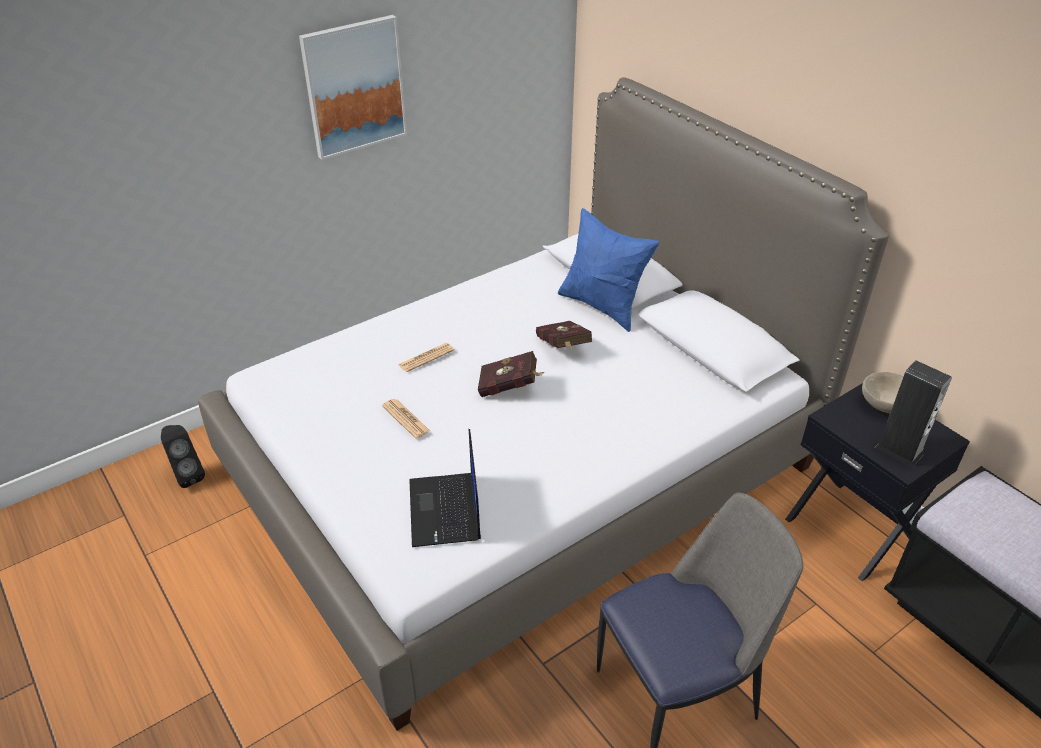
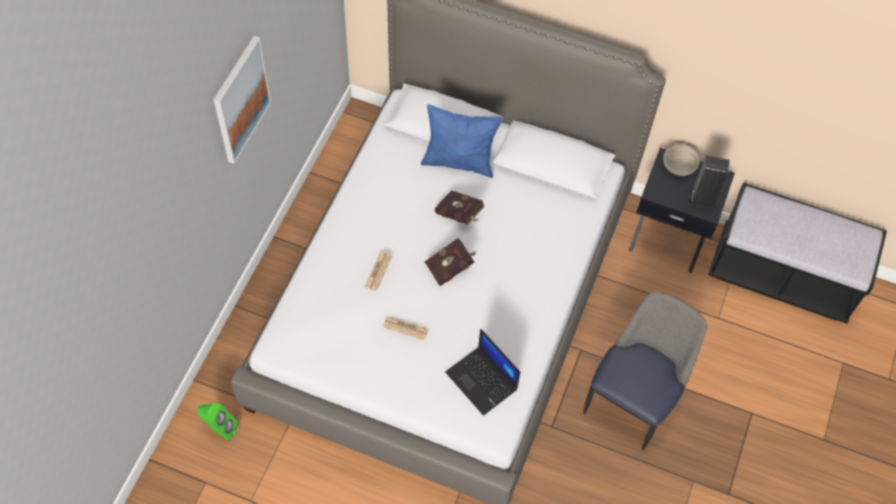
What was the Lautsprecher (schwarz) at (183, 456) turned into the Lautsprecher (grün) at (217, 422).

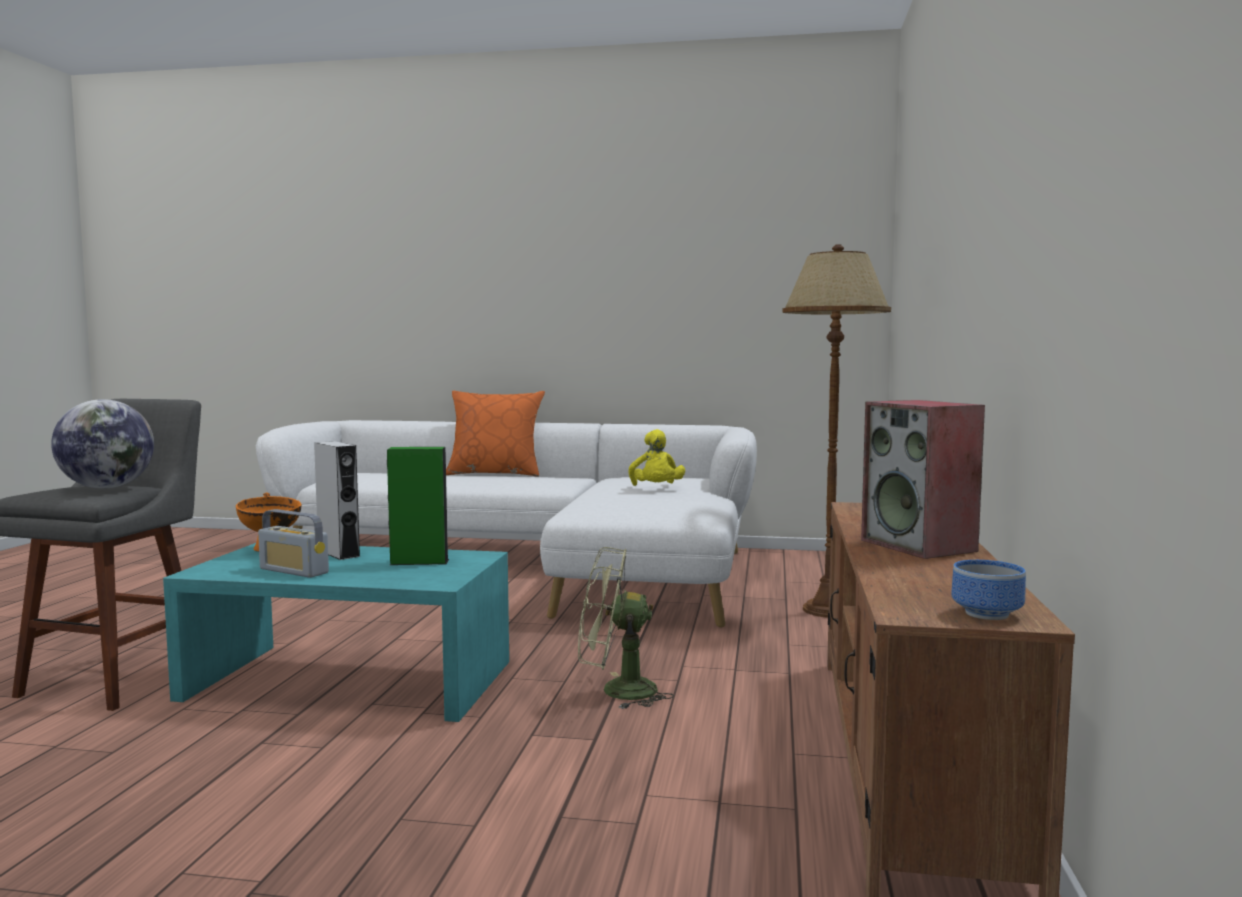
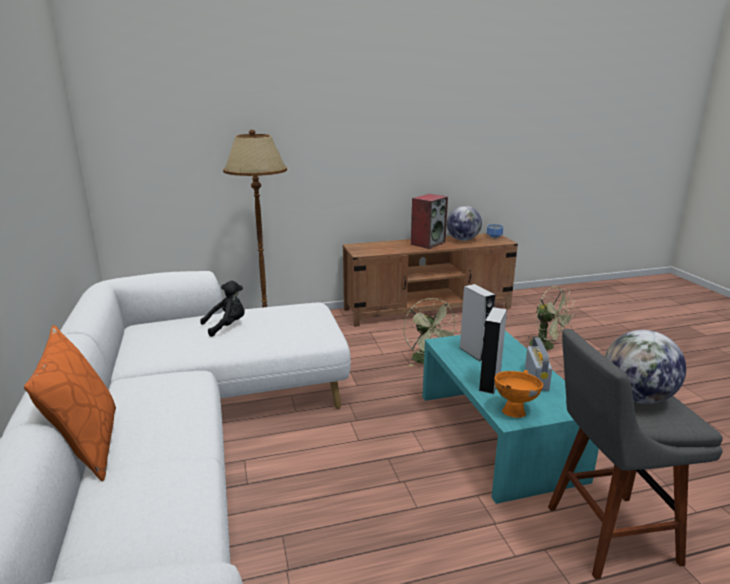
What was the Plüschtier (gelb) at (656, 457) turned into the Plüschtier (schwarz) at (222, 309).
What was the Lautsprecher (grün) at (418, 506) turned into the Lautsprecher (grau) at (478, 322).
The second view gained the Globus at (464, 223).
The second view gained the Ventilator (grün) at (552, 318).

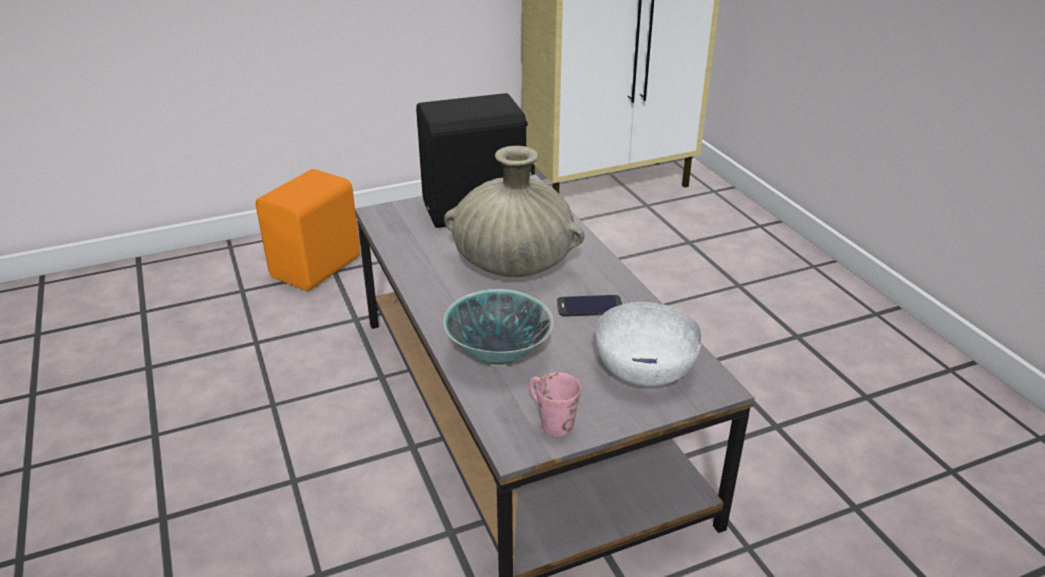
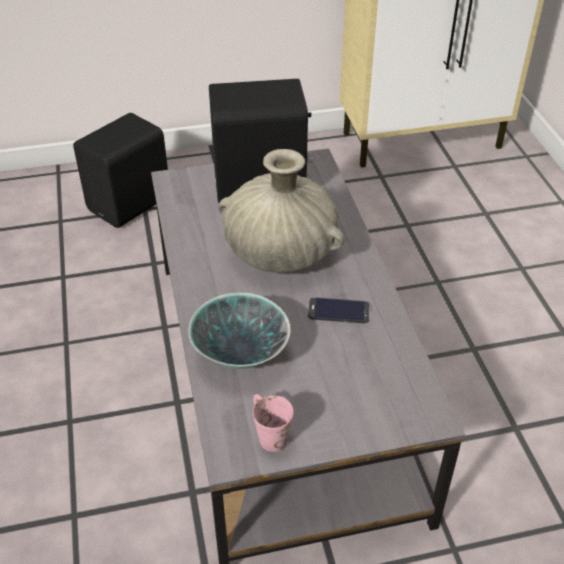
What was the Lautsprecher (orange) at (308, 230) turned into the Lautsprecher (schwarz) at (120, 170).
The second view lost the Schüssel (weiß) at (648, 344).

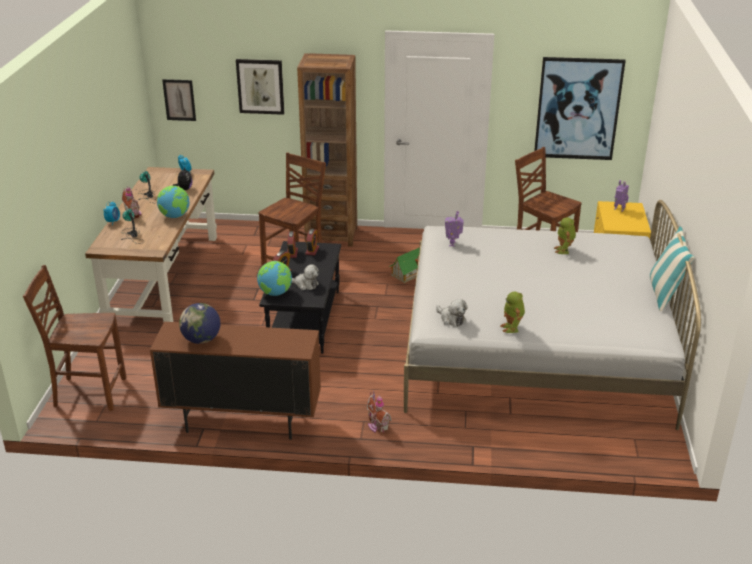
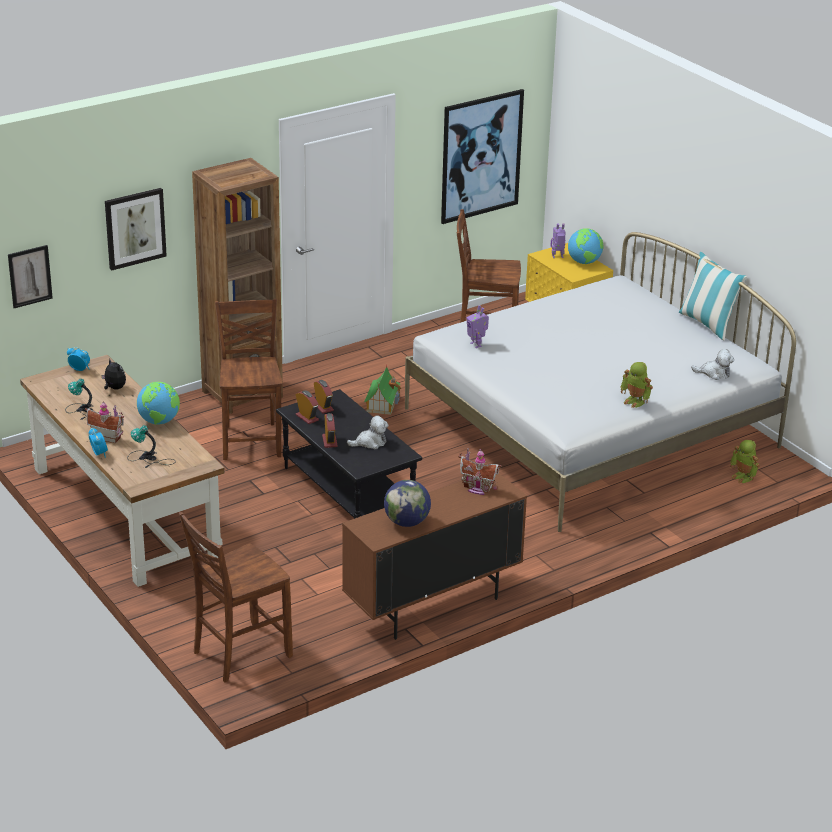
The Spielzeugroboter ended up elsewhere, having gone from (565, 235) to (745, 461).
The Globus ended up elsewhere, having gone from (274, 278) to (585, 246).
The Plüschtier ended up elsewhere, having gone from (452, 313) to (712, 364).
The Spielzeughaus ended up elsewhere, having gone from (379, 412) to (480, 472).

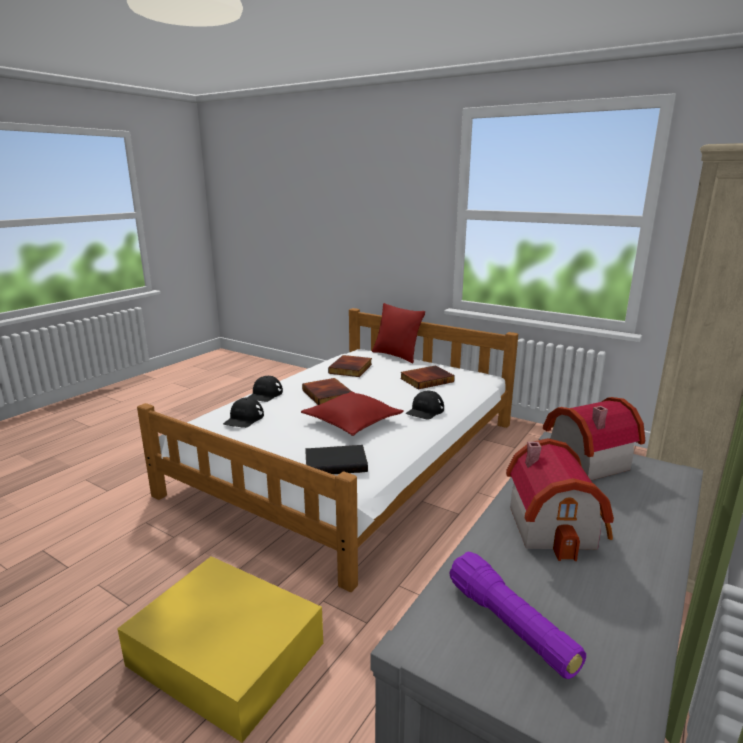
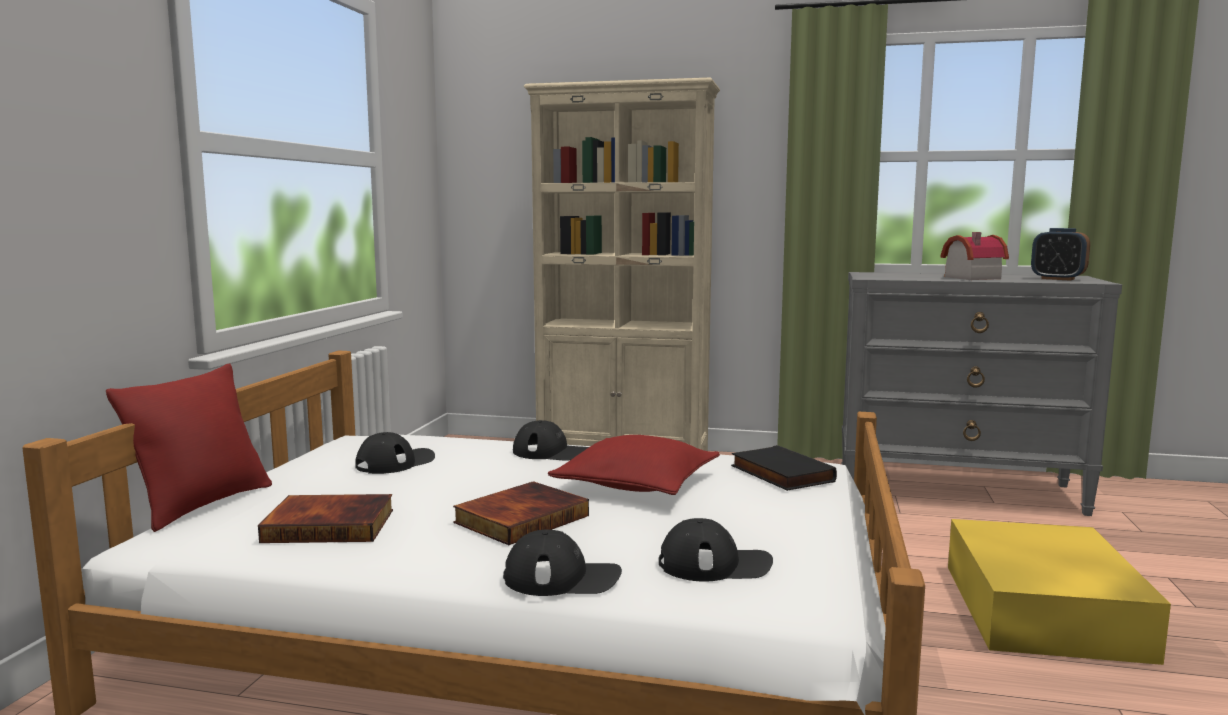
Where the Buch stood at (427, 377), the Kappe (schwarz) came to stand at (395, 453).
The second view lost the Spielzeughaus at (594, 438).
Where the Taschenlampe (lila) stood at (517, 615), the Wecker came to stand at (1060, 254).

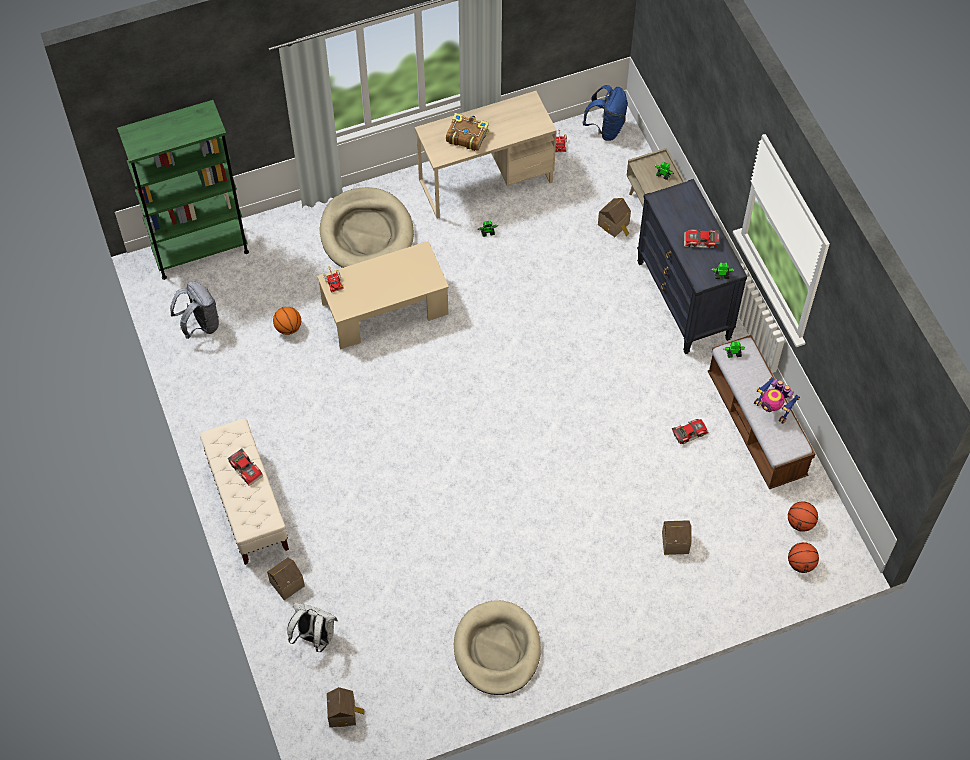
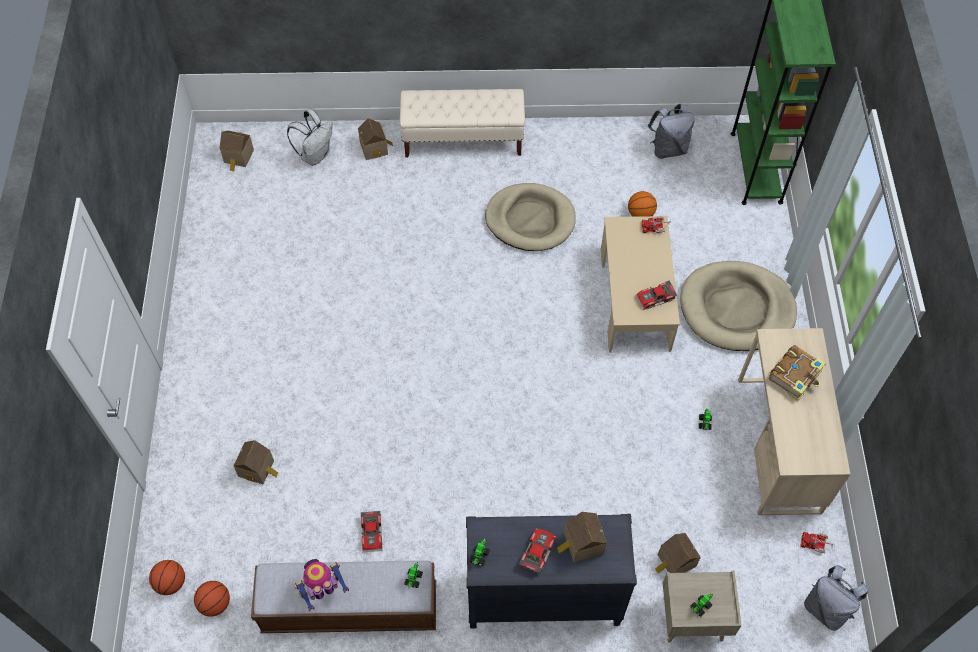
What was the Rucksack (blau) at (605, 113) turned into the Rucksack (grau) at (836, 598).
The Spielzeugauto ended up elsewhere, having gone from (245, 467) to (656, 295).
The Hundebett (beige) ended up elsewhere, having gone from (497, 647) to (530, 217).
The second view gained the Spielzeughaus at (582, 537).

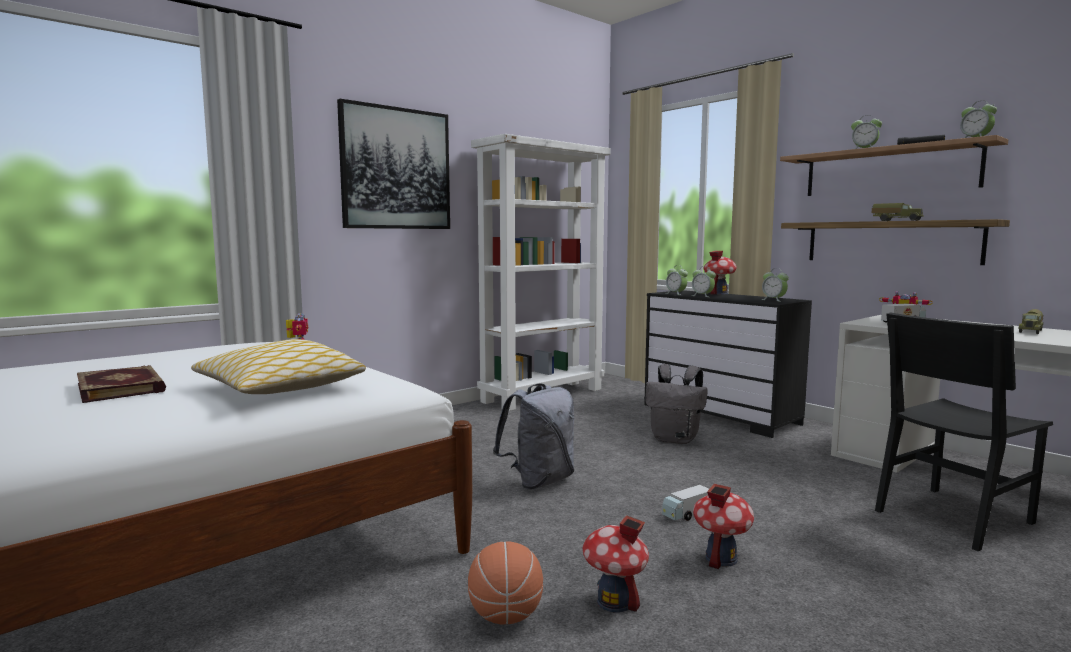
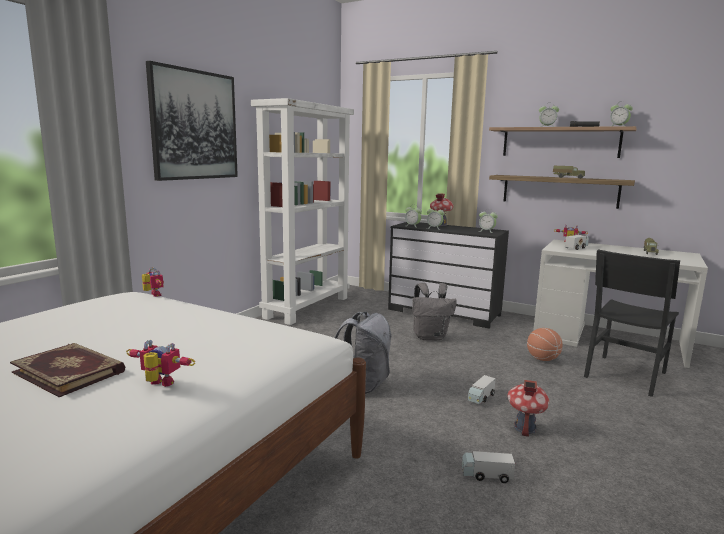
The second view lost the Kissen at (278, 366).
Where the Spielzeughaus stood at (616, 564), the Spielzeuglaster came to stand at (488, 467).
The Basketball ended up elsewhere, having gone from (505, 582) to (545, 344).
The second view gained the Spielzeugroboter at (160, 363).

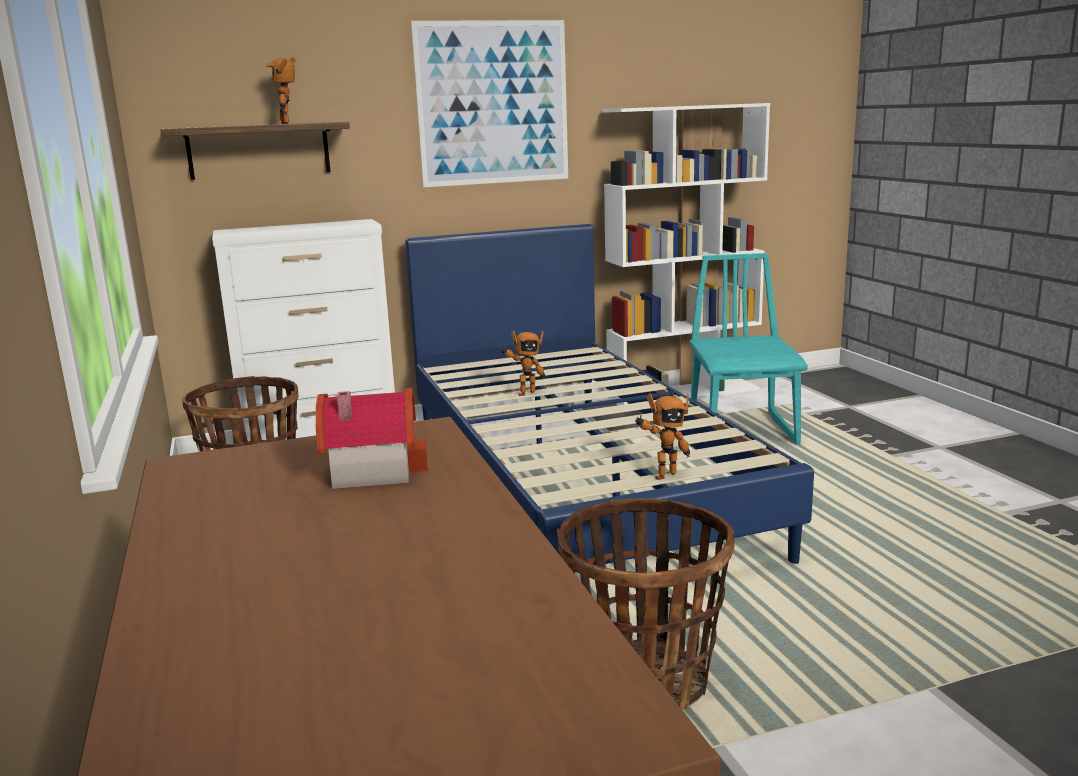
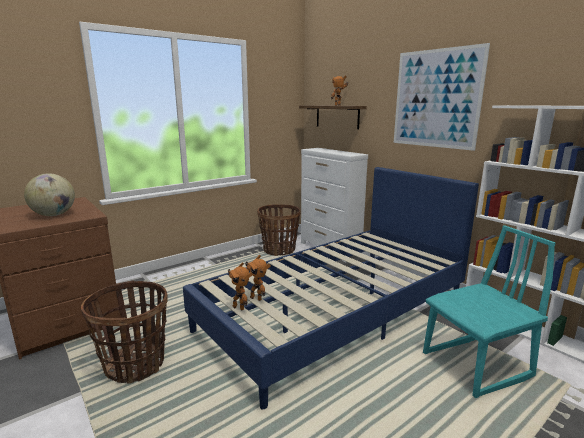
The Spielzeugroboter ended up elsewhere, having gone from (523, 363) to (258, 278).
Where the Spielzeughaus stood at (371, 438), the Globus came to stand at (49, 194).

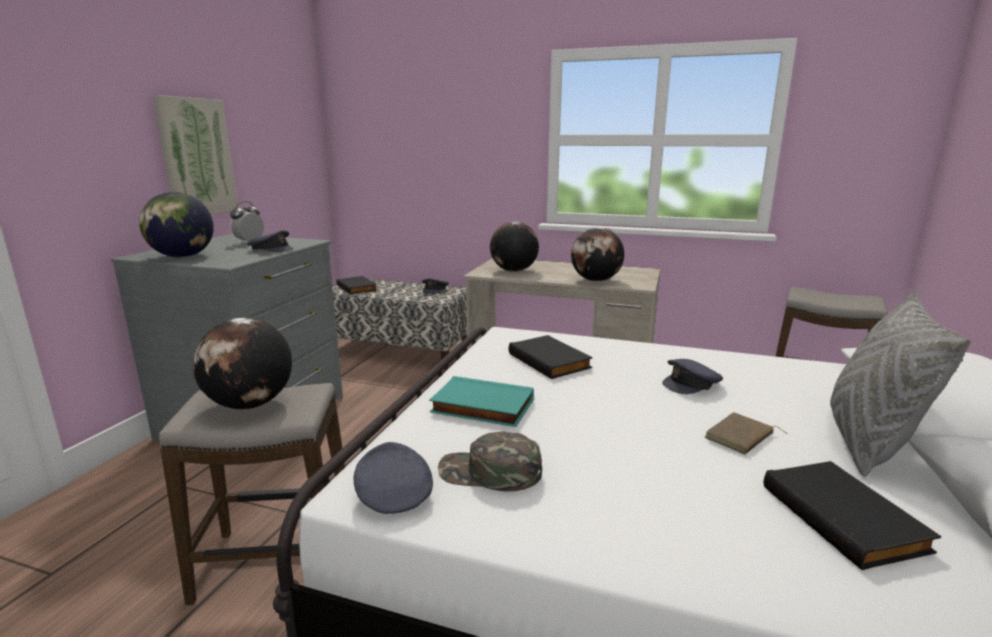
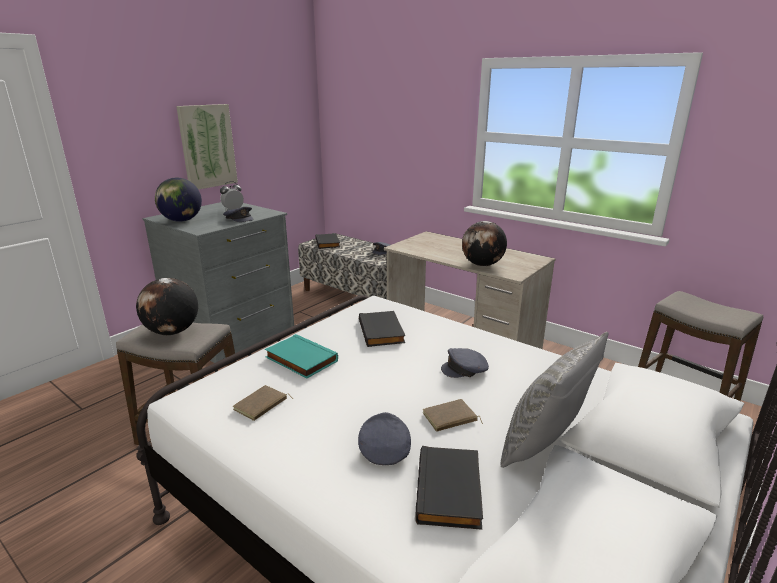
The second view lost the Globus at (514, 247).
Where the Kappe (grün) stood at (490, 461), the Buch (braun) came to stand at (263, 403).
The Kappe (grau) ended up elsewhere, having gone from (393, 478) to (384, 438).

